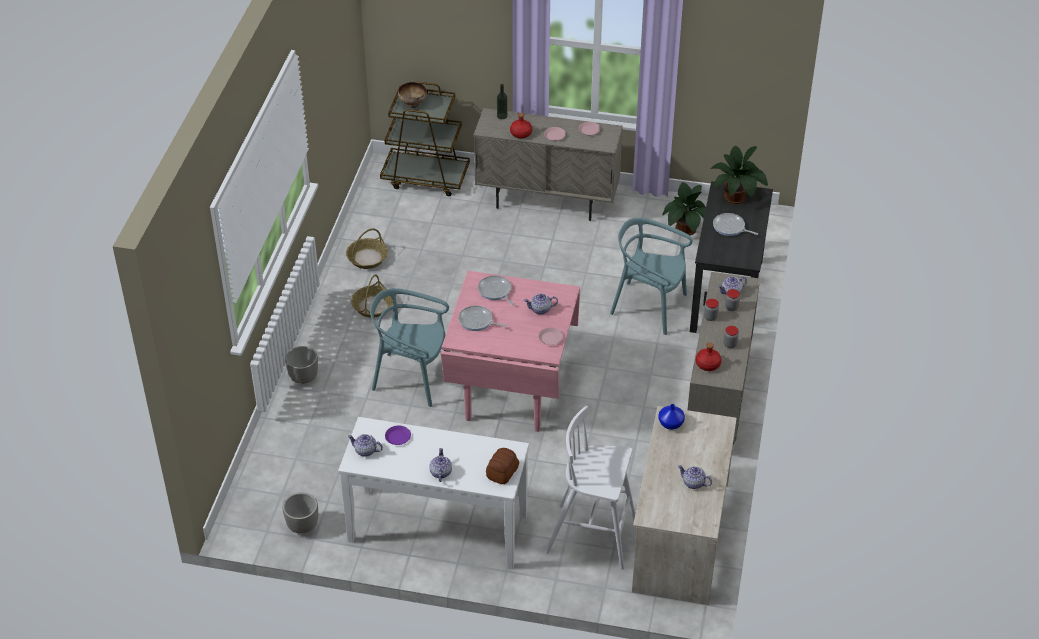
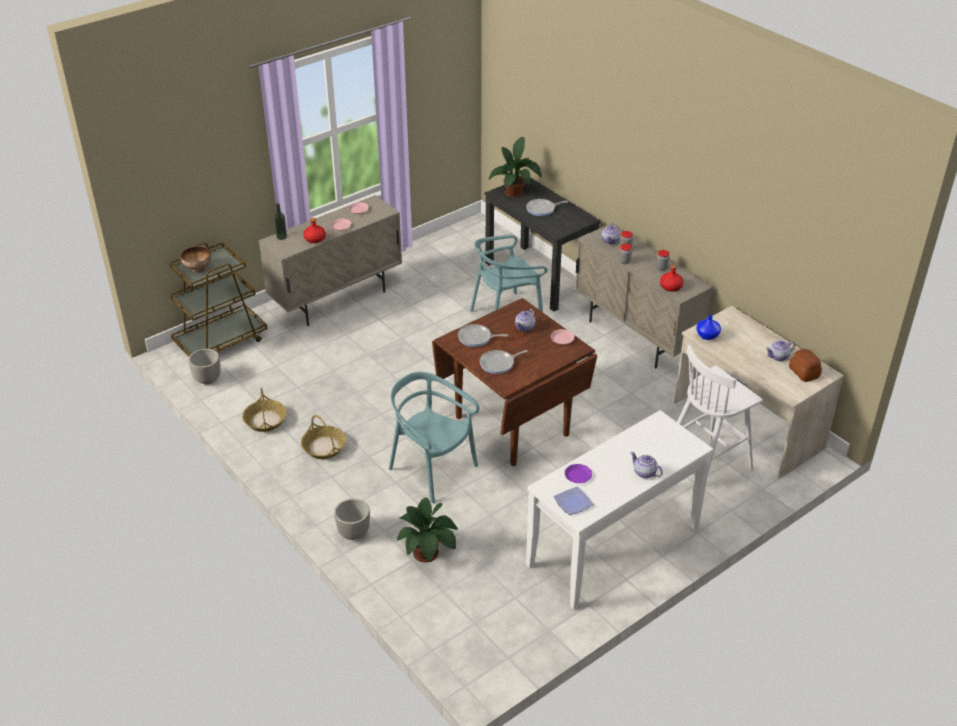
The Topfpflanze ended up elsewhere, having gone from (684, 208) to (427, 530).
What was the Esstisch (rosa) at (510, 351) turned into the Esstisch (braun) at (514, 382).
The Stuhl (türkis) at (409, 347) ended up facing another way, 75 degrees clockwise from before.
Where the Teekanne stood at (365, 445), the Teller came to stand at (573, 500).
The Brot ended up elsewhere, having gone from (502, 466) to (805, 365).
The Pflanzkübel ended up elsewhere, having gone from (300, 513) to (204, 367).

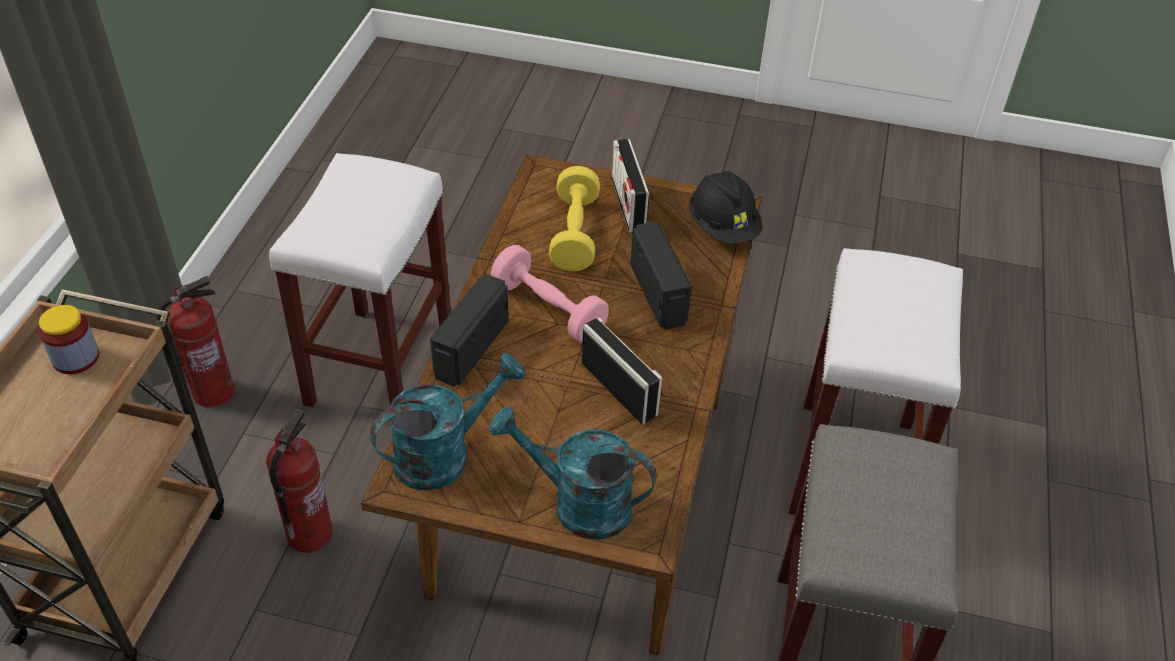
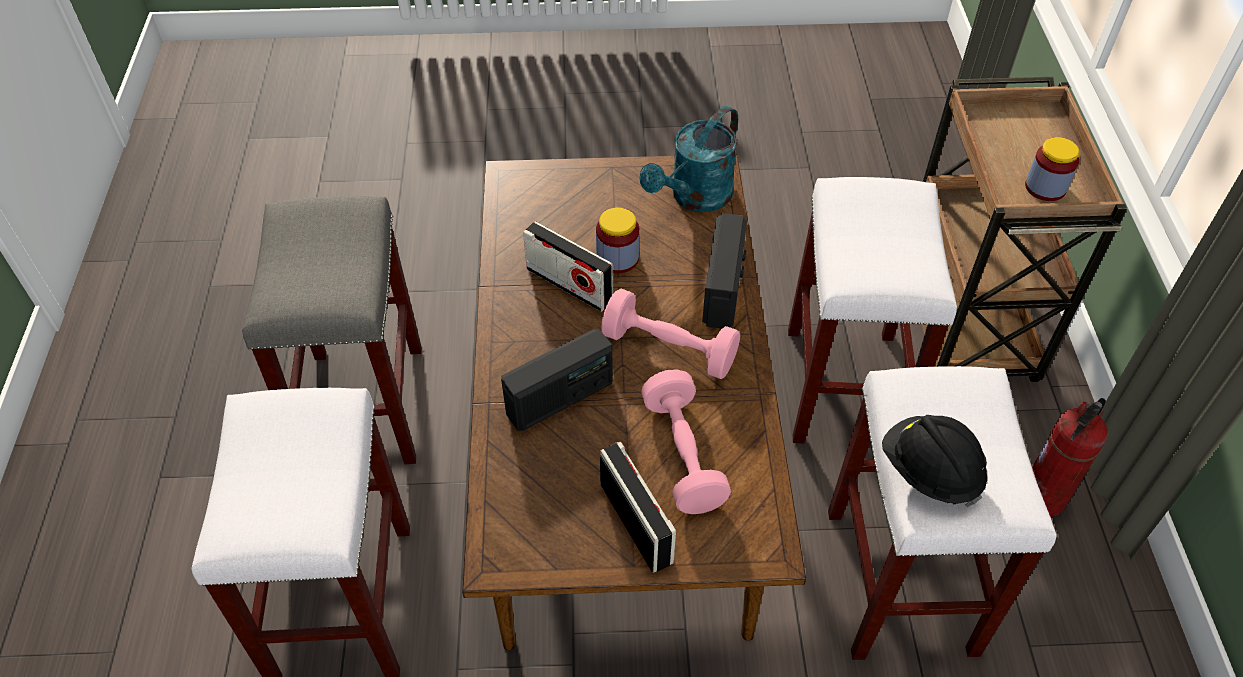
What was the Hantel (gelb) at (574, 219) turned into the Hantel (rosa) at (686, 441).
The Schutzhelm (schwarz) ended up elsewhere, having gone from (726, 207) to (934, 461).
The Radio at (661, 275) ended up facing another way, 90 degrees counterclockwise from before.
The second view lost the Gießkanne (türkis) at (573, 472).
Where the Feuerlöscher stood at (299, 481), the Hocker (weiß) came to stand at (872, 310).
The second view gained the Vorratsglas at (618, 240).

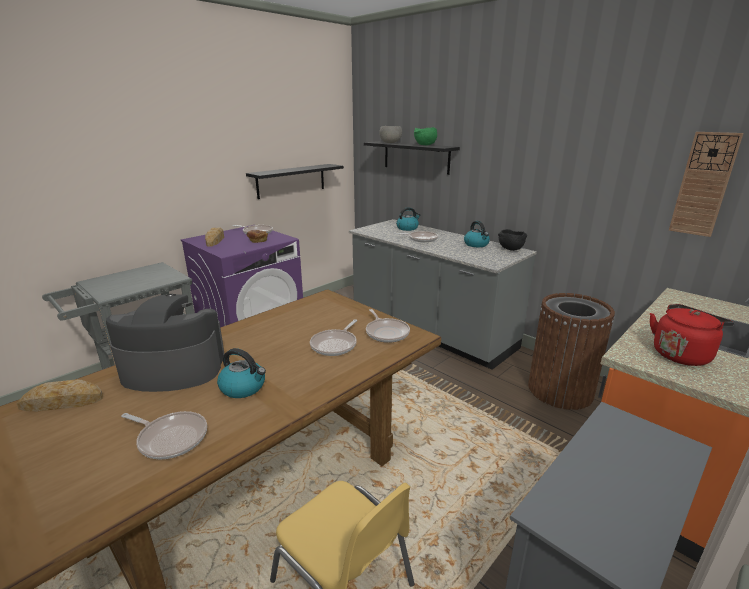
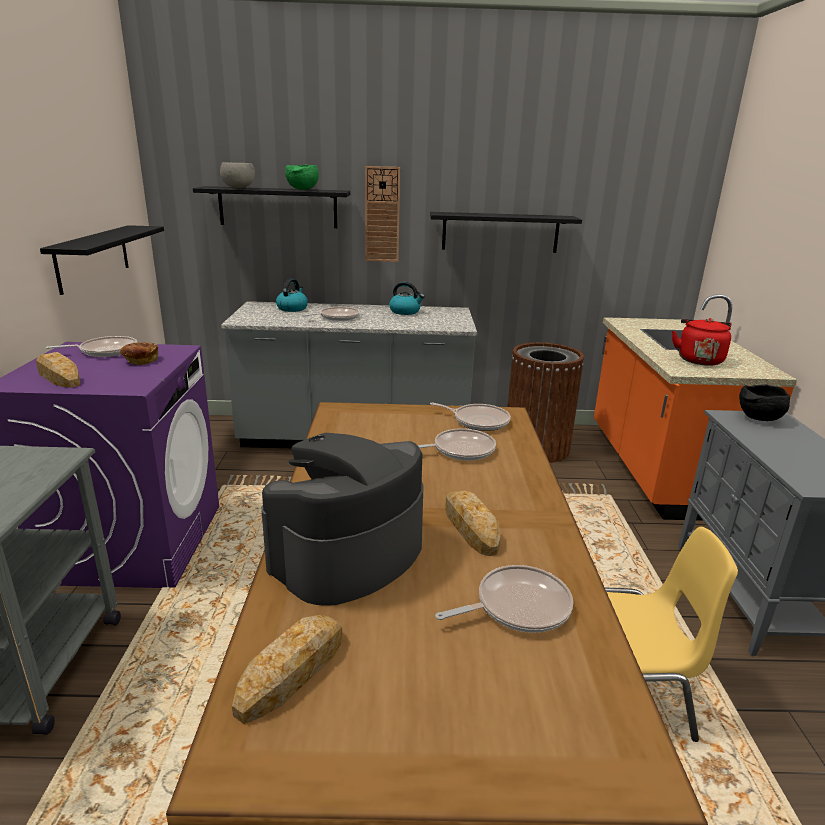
The Wanduhr ended up elsewhere, having gone from (706, 184) to (382, 214).
The Schüssel (schwarz) ended up elsewhere, having gone from (512, 240) to (764, 402).
The Pfanne at (333, 337) ended up facing another way, 90 degrees counterclockwise from before.
Where the Wasserkessel stood at (241, 373), the Brot came to stand at (472, 523).
The second view gained the Wandregal (schwarz) at (506, 232).

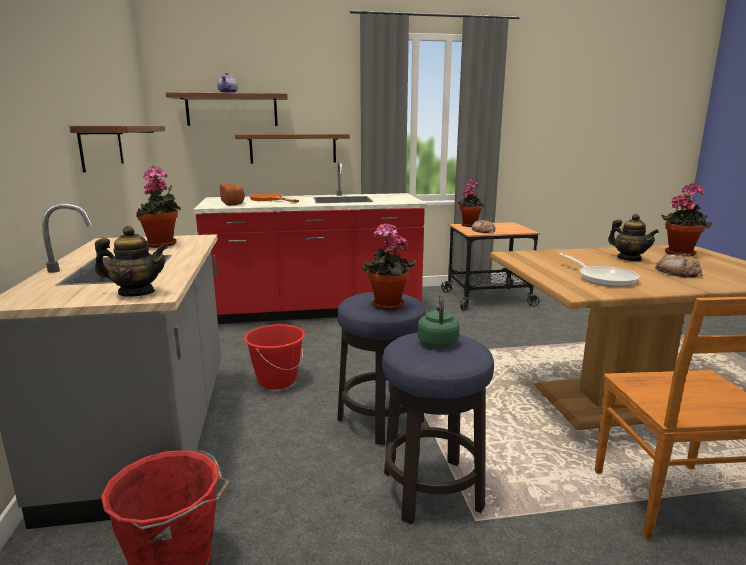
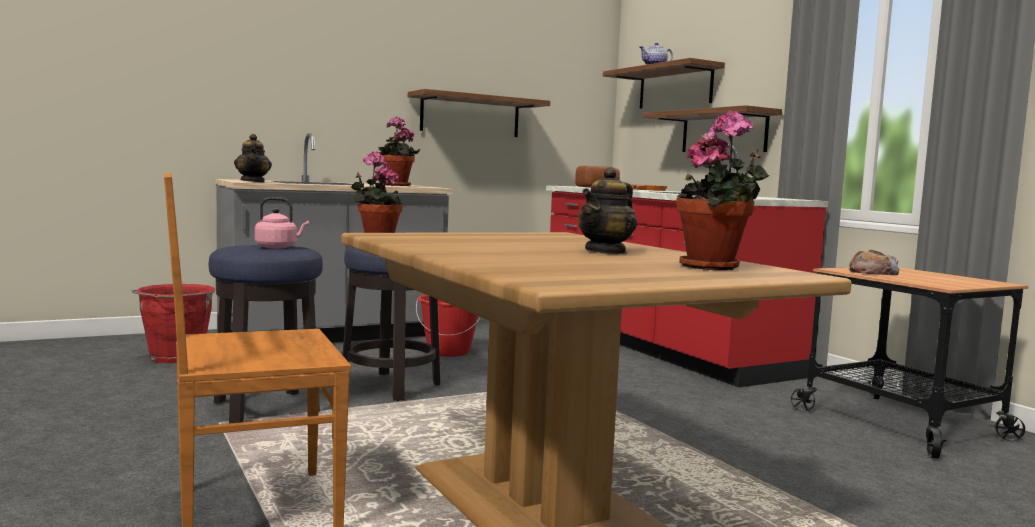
The second view lost the Topfpflanze at (471, 203).
The second view lost the Pfanne at (599, 270).
The second view lost the Brot at (679, 266).
What was the Wasserkessel (grün) at (438, 320) turned into the Wasserkessel (rosa) at (282, 223).

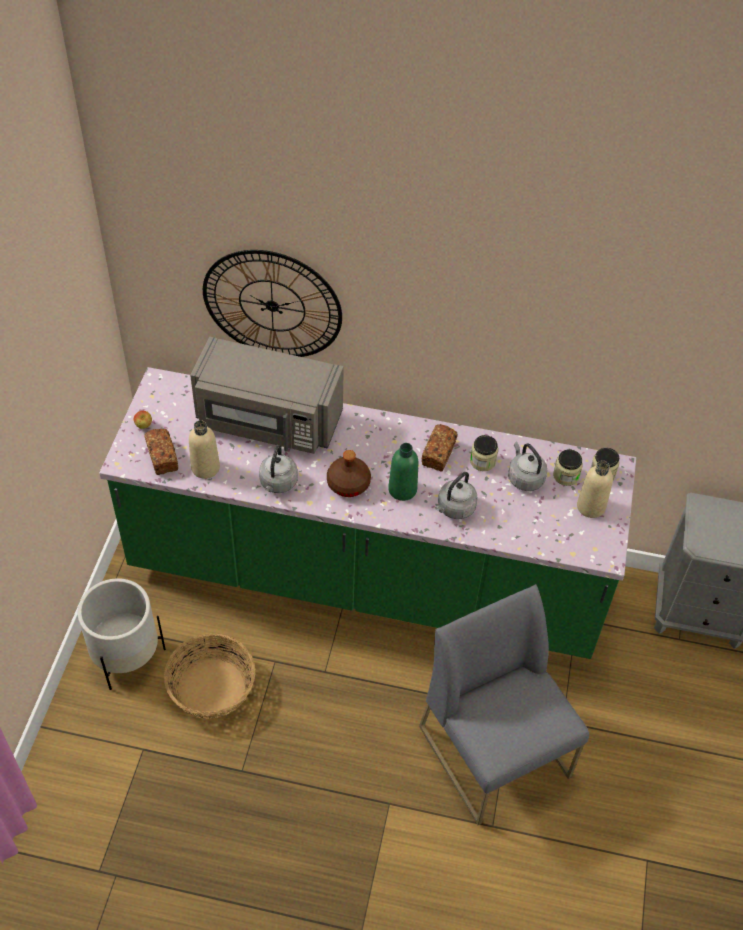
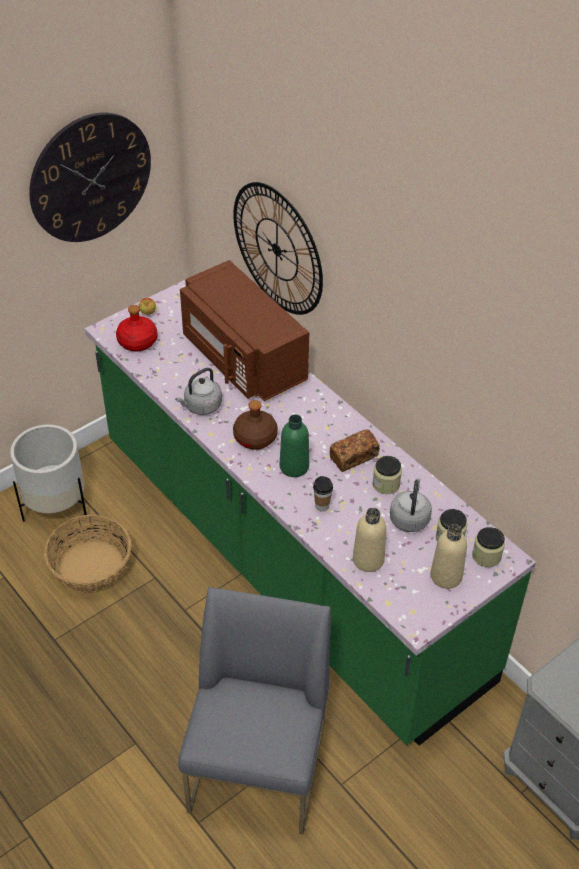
What was the Mikrowelle (grau) at (267, 395) turned into the Mikrowelle (braun) at (244, 330).
The Flasche (beige) ended up elsewhere, having gone from (204, 449) to (369, 540).
Where the Brot stood at (161, 452), the Flasche (rot) came to stand at (136, 328).
Where the Wasserkessel (grau) stood at (456, 495), the Tasse came to stand at (323, 493).
The second view gained the Wanduhr at (90, 177).

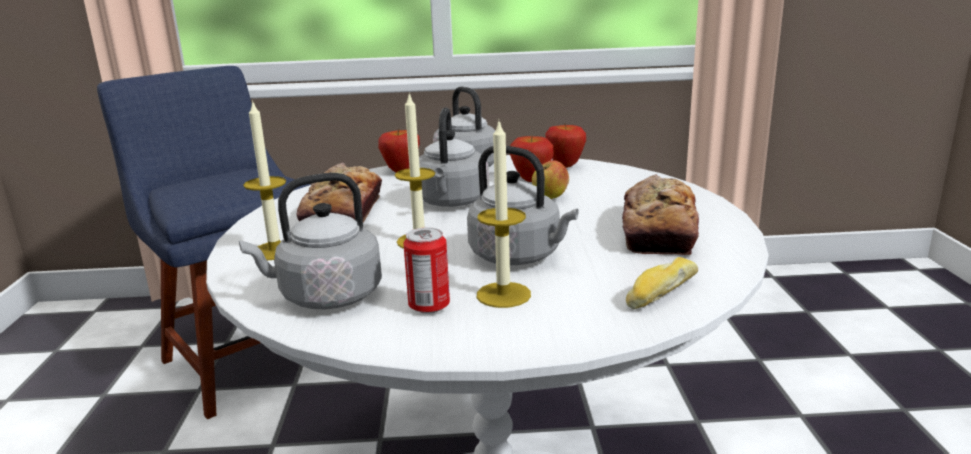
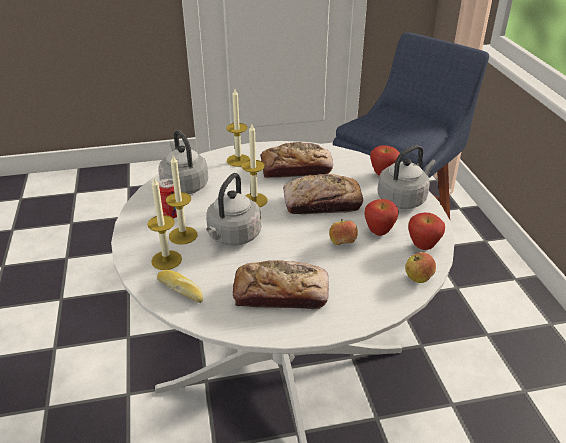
Where the Wasserkessel (grau) stood at (454, 157), the Brot came to stand at (323, 194).
The second view gained the Kerze at (164, 224).
The second view gained the Apfel at (420, 267).

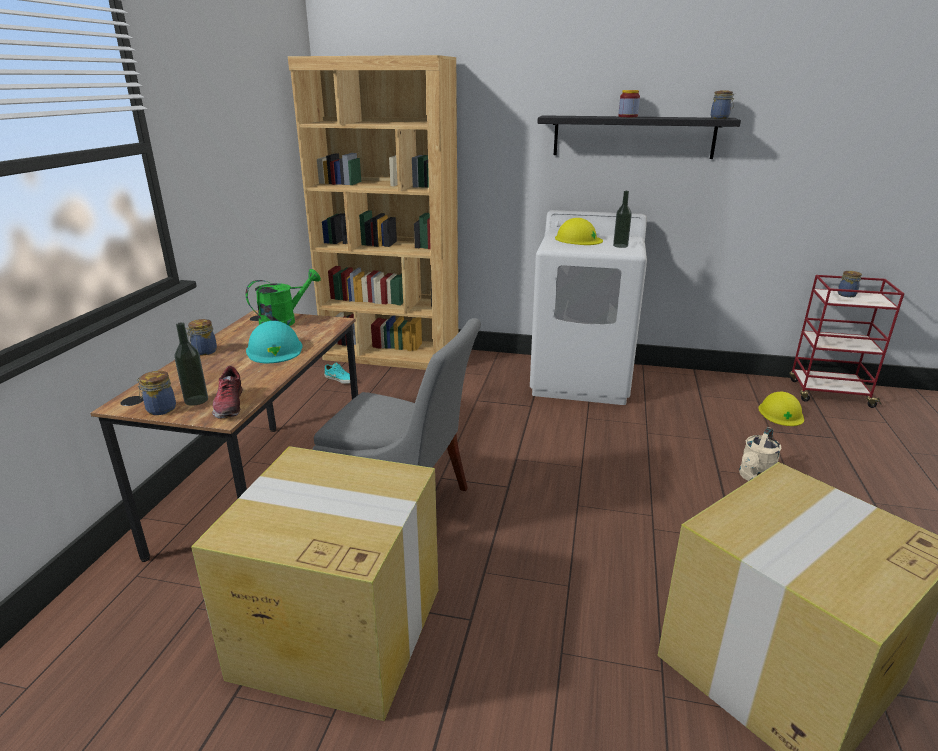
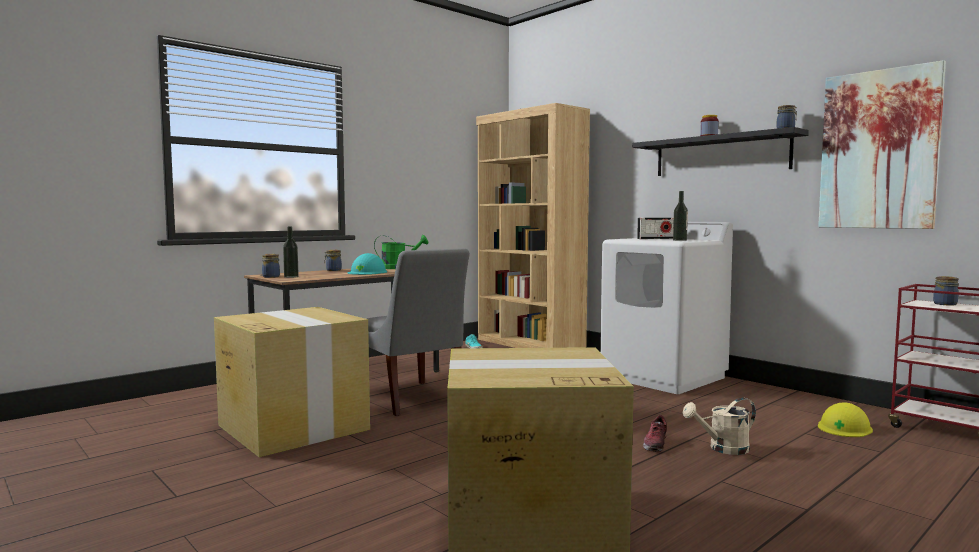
Where the Schutzhelm (gelb) stood at (579, 231), the Radio came to stand at (655, 228).
The Schuh ended up elsewhere, having gone from (227, 392) to (655, 433).
The second view gained the Bild at (882, 144).

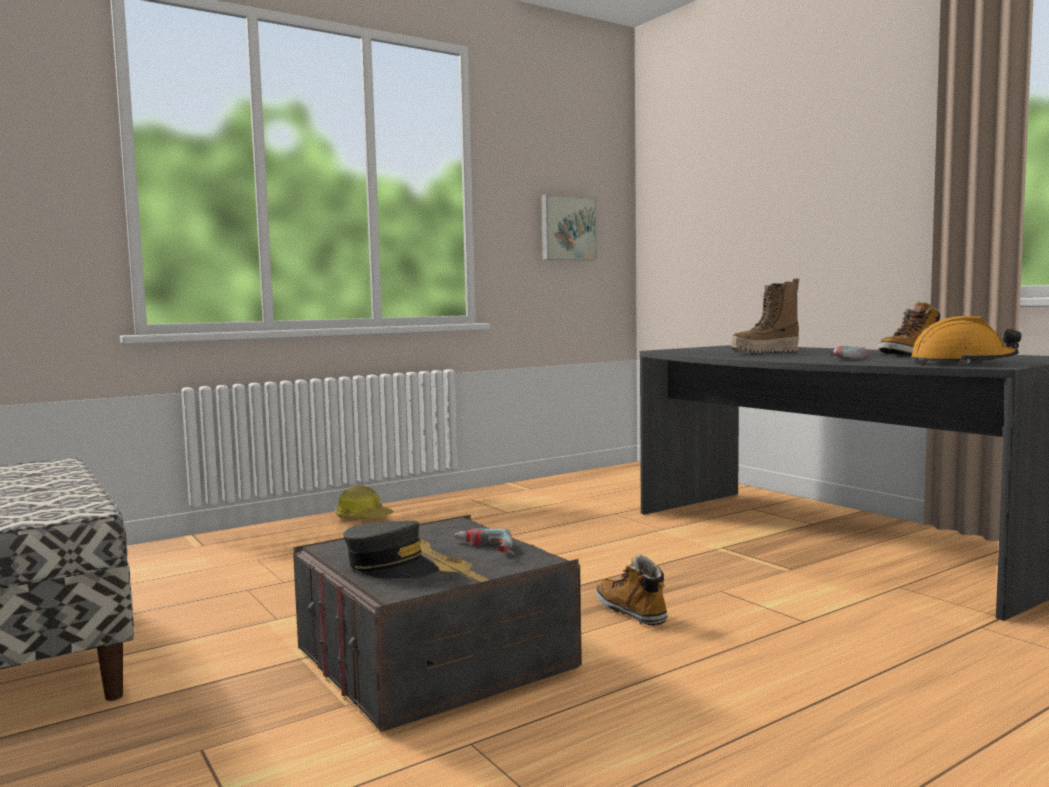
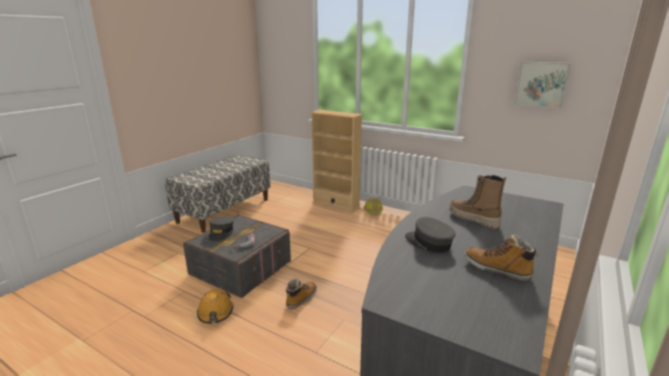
The Schutzhelm (orange) ended up elsewhere, having gone from (966, 340) to (215, 306).
Where the Bohrmaschine stood at (848, 352), the Kappe (grau) came to stand at (430, 235).
The second view gained the Bücherregal (beige) at (336, 161).

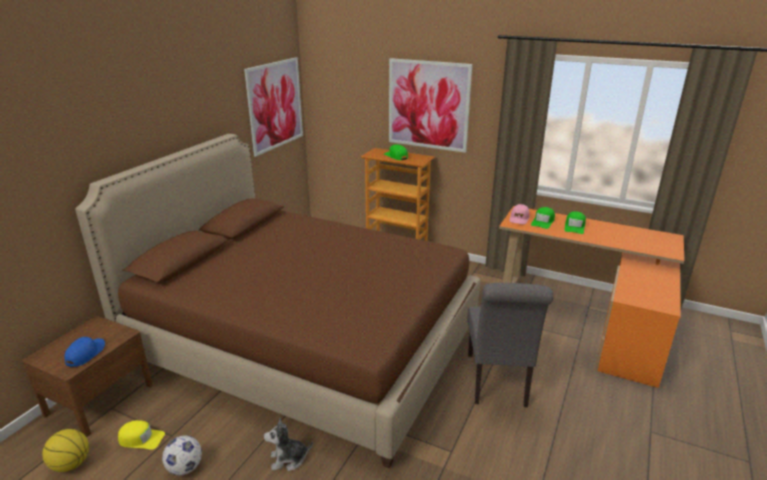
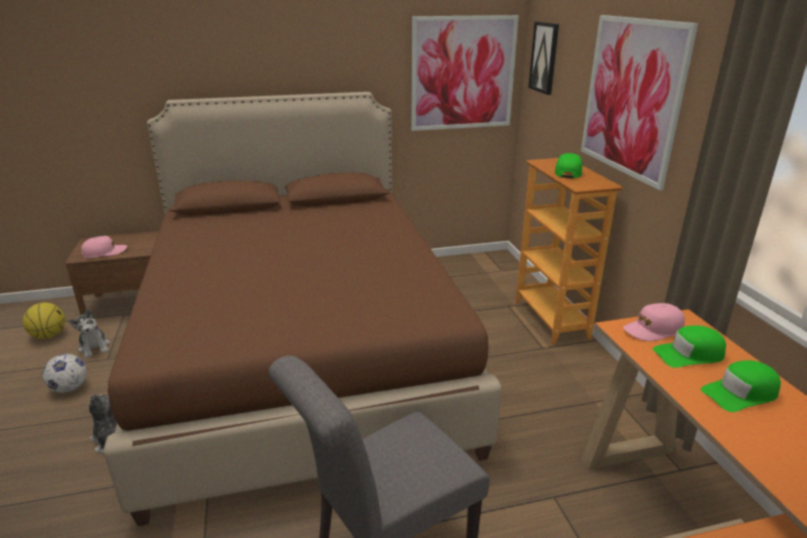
What was the Kappe (blau) at (84, 352) turned into the Kappe (rosa) at (104, 247).
Where the Kappe (gelb) stood at (141, 434), the Plüschtier came to stand at (89, 333).
The second view gained the Bild at (543, 58).

